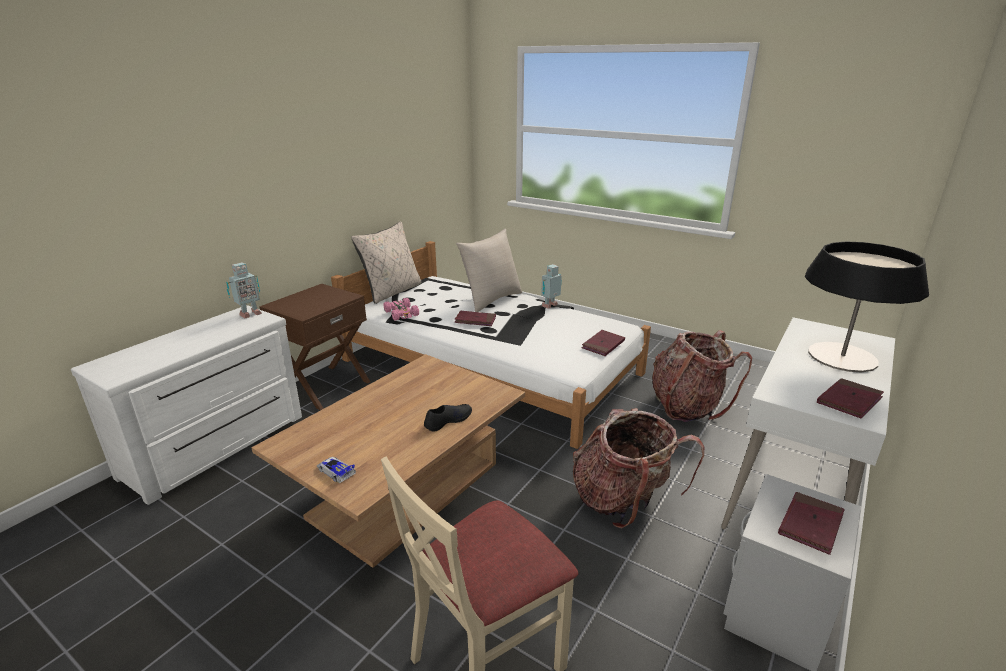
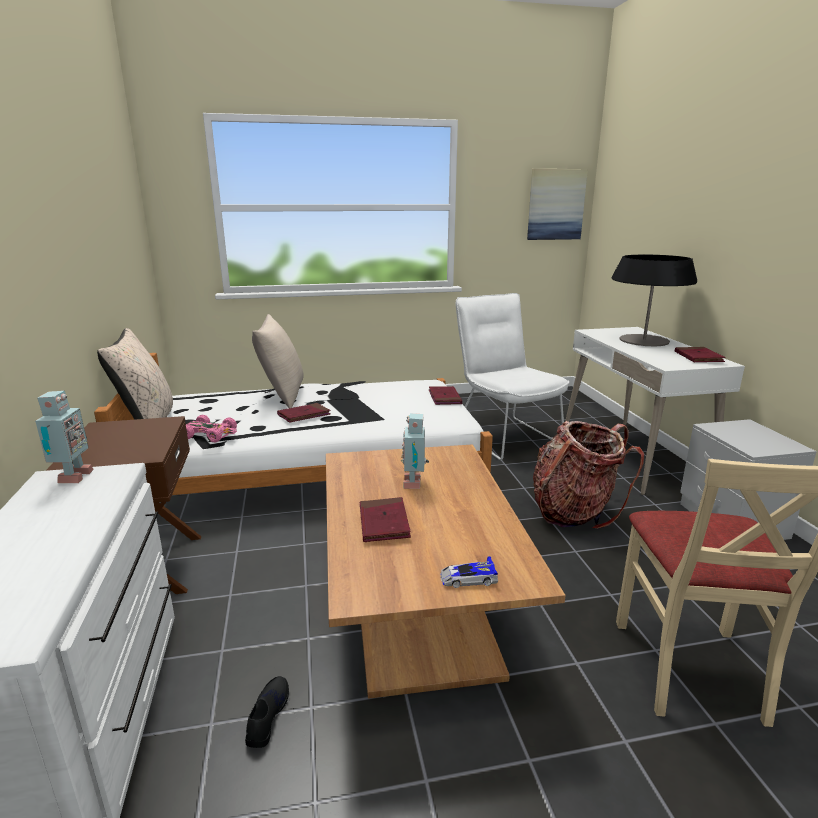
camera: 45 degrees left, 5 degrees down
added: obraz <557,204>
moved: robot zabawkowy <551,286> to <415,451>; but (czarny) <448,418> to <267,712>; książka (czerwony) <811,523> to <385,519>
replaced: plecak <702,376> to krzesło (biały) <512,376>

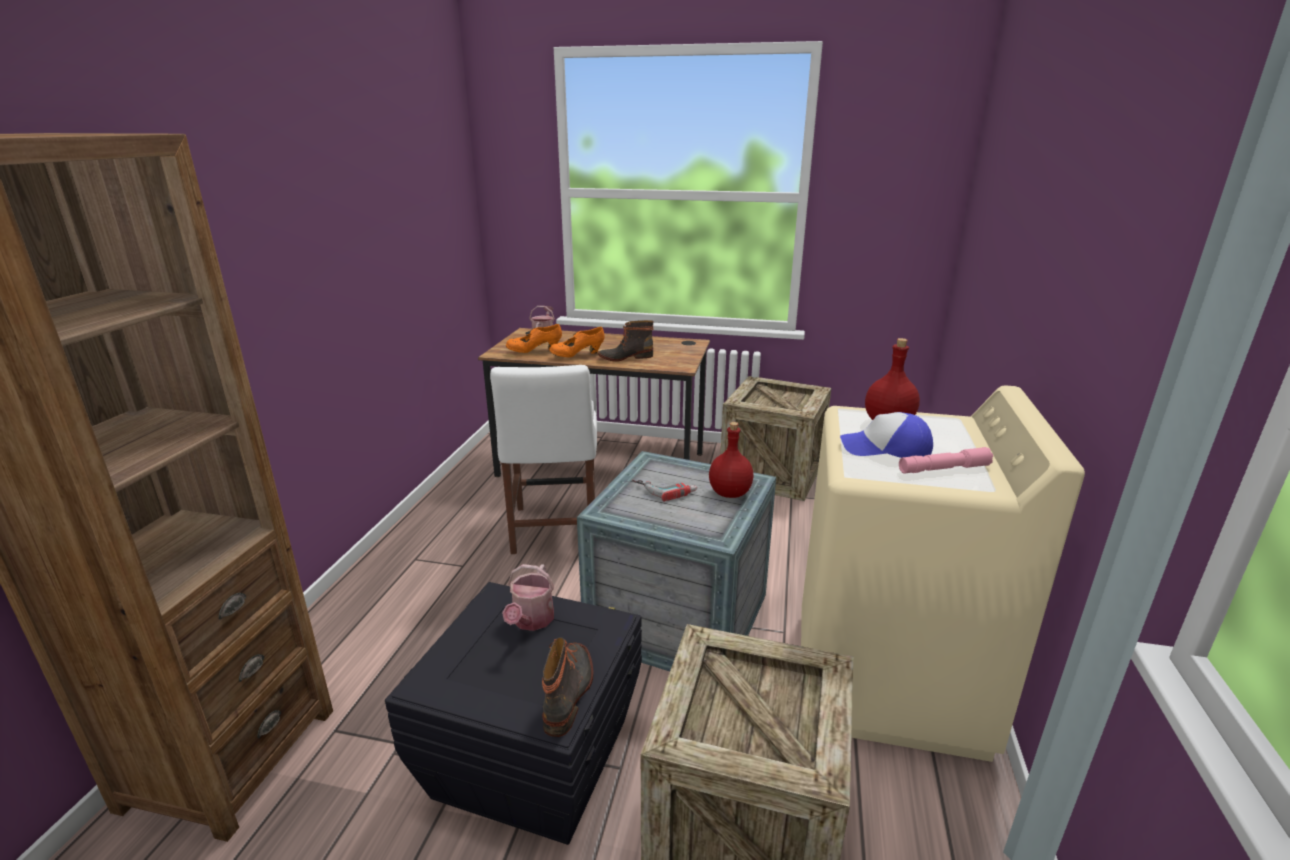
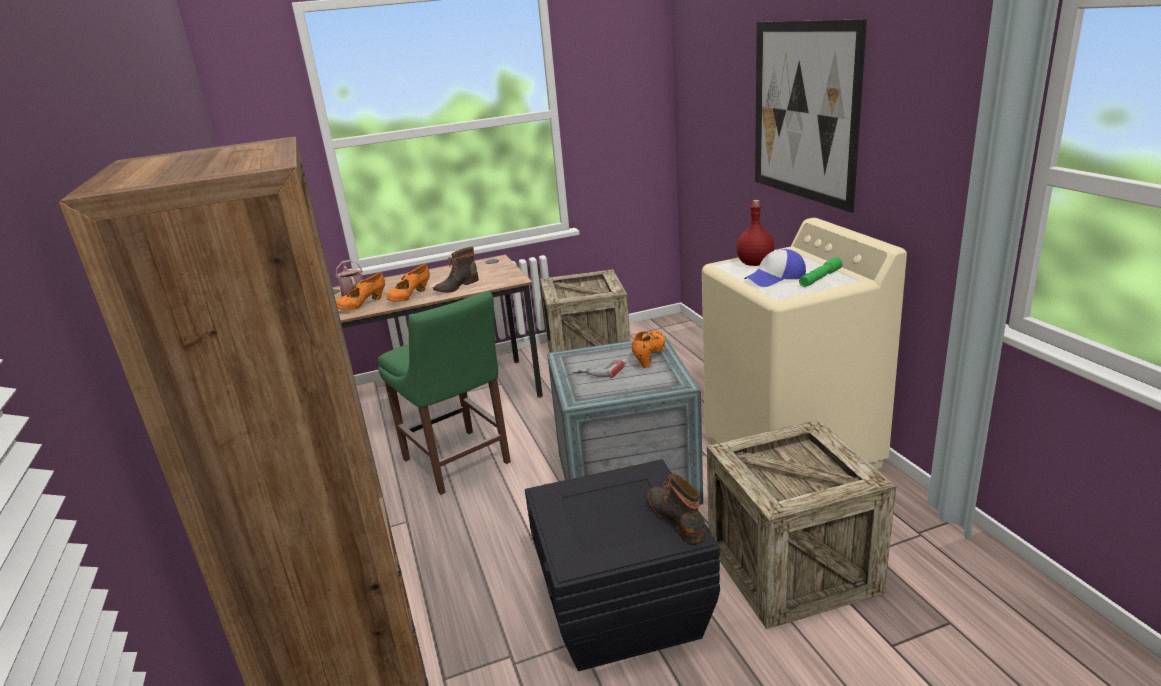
camera: 30 degrees left, 0 degrees up
removed: konewka <528,597>
added: obraz <811,116>
replaced: butelka (czerwony) <731,460> to but (pomarańczowy) <648,349>
recoloured: krzesło (biały) <543,459> to krzesło (zielony) <444,393>; latarka (różowy) <946,460> to latarka (zielony) <821,272>

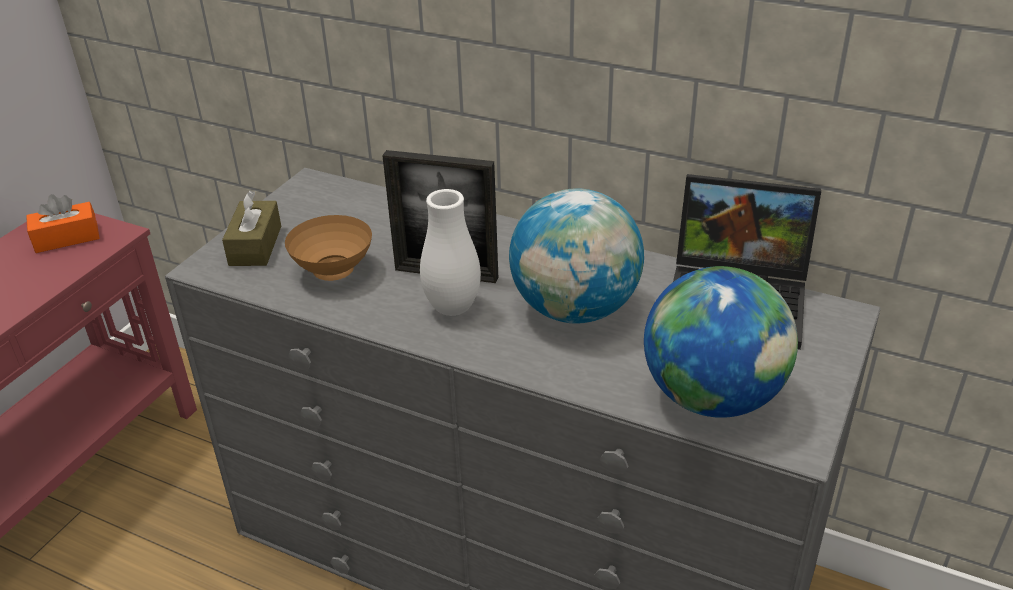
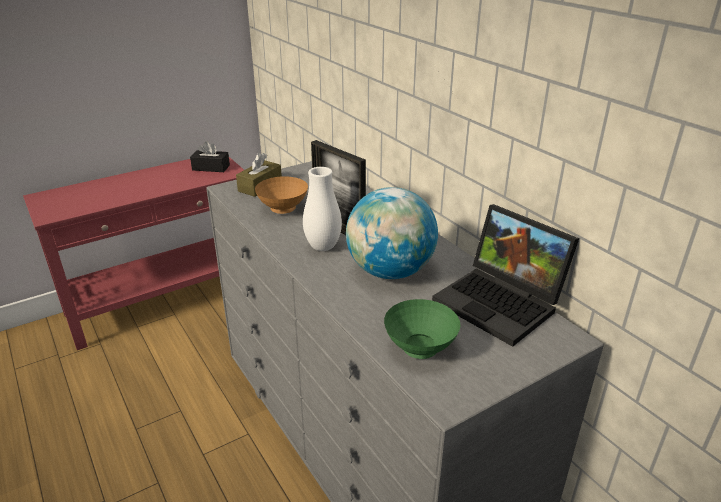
camera: 30 degrees right, 5 degrees down
replaced: globus <721,342> to miska (zielony) <422,329>
recoloured: pudełko chusteczek (pomarańczowy) <62,223> to pudełko chusteczek (czarny) <210,156>

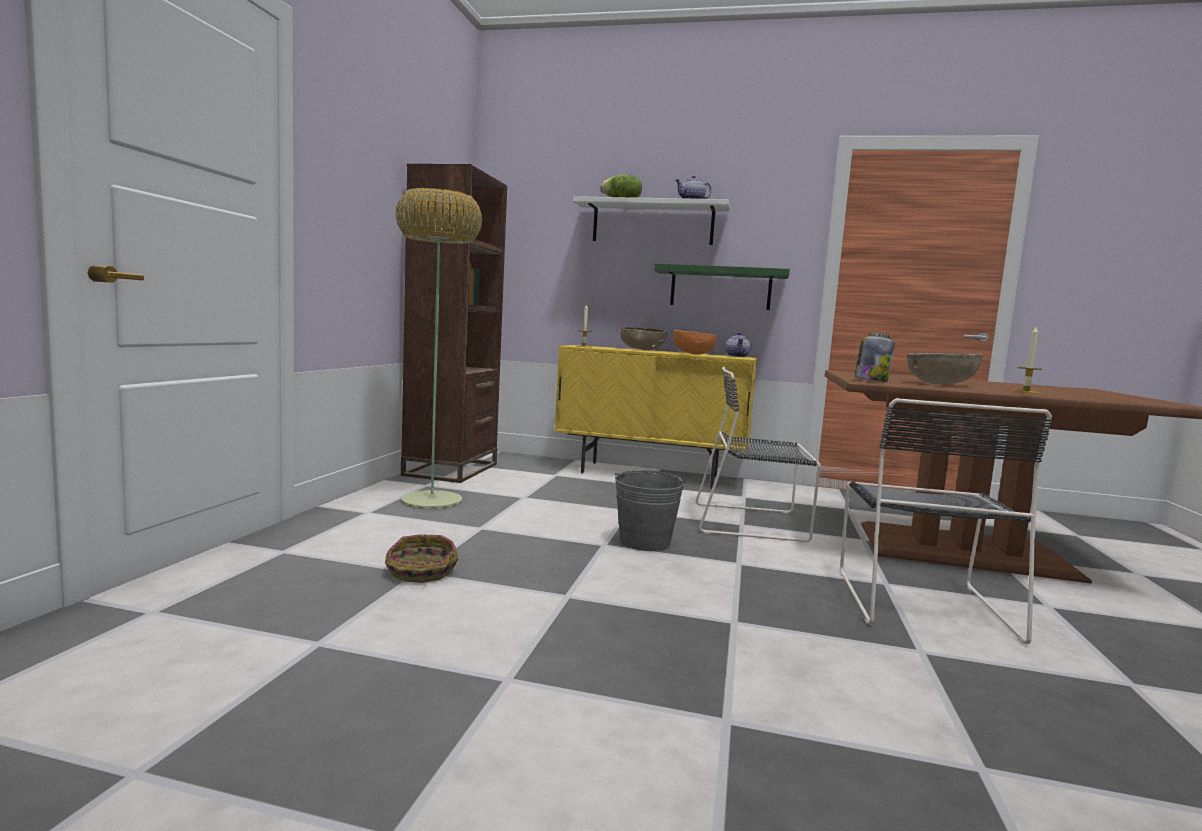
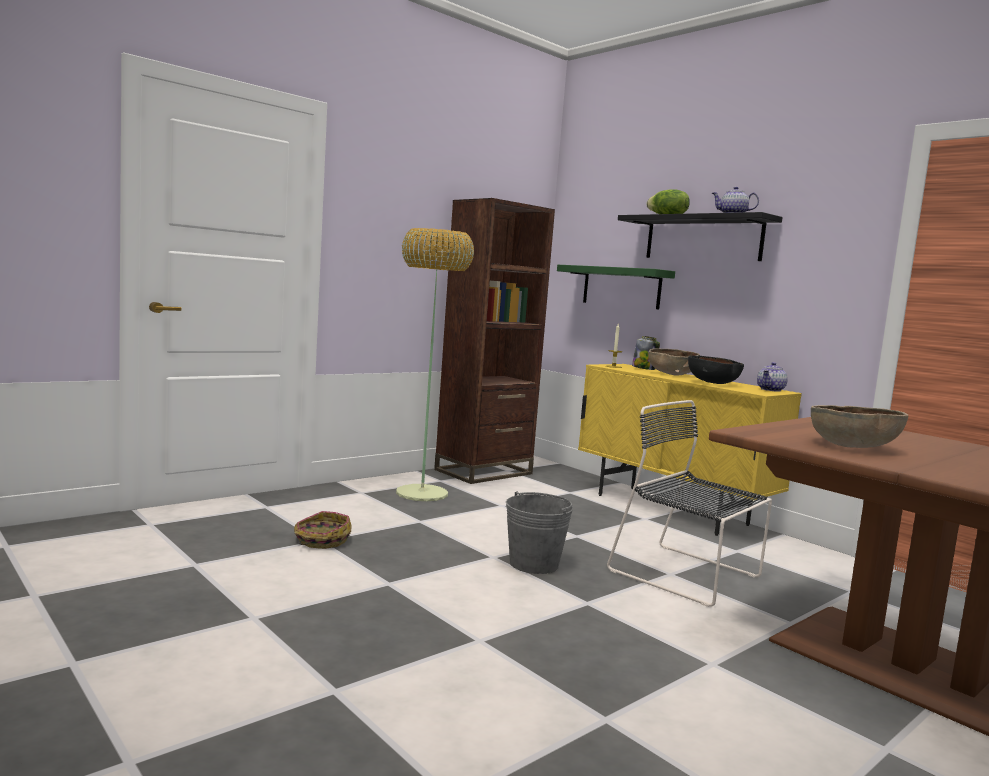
camera: 35 degrees right, 0 degrees up
removed: świeca <1027,359>; krzesło (czarny) <946,521>
moved: półka (zielony) <722,286> to <616,287>; słoik <874,357> to <646,353>
recoloured: półka (biały) <651,220> to półka (czarny) <700,236>; miska (pomarańczowy) <695,342> to miska (czarny) <716,370>

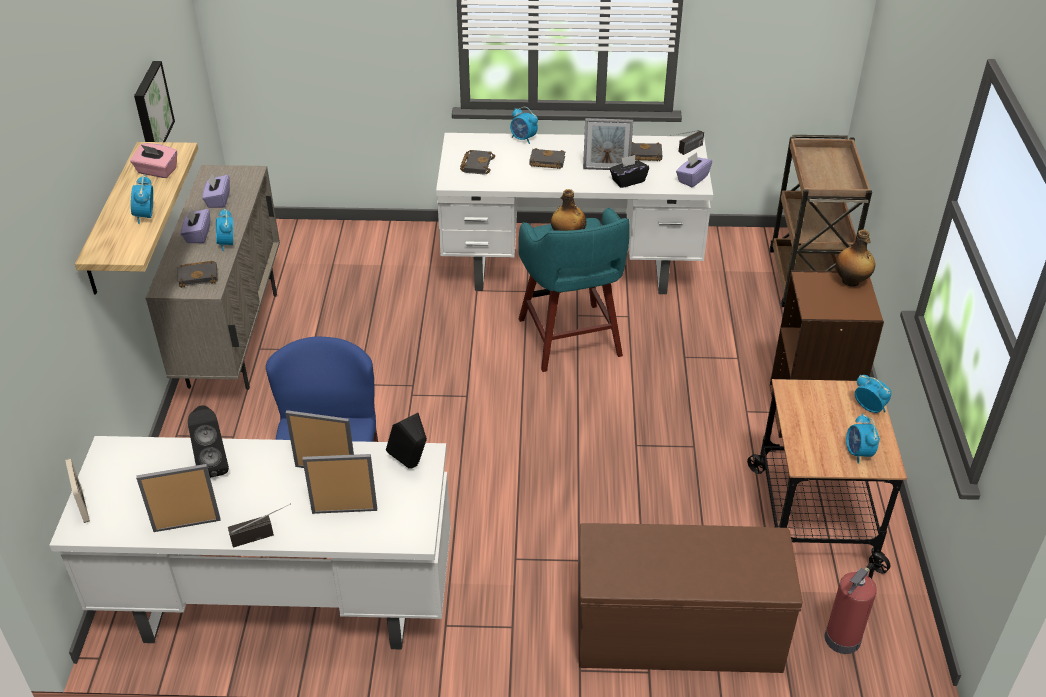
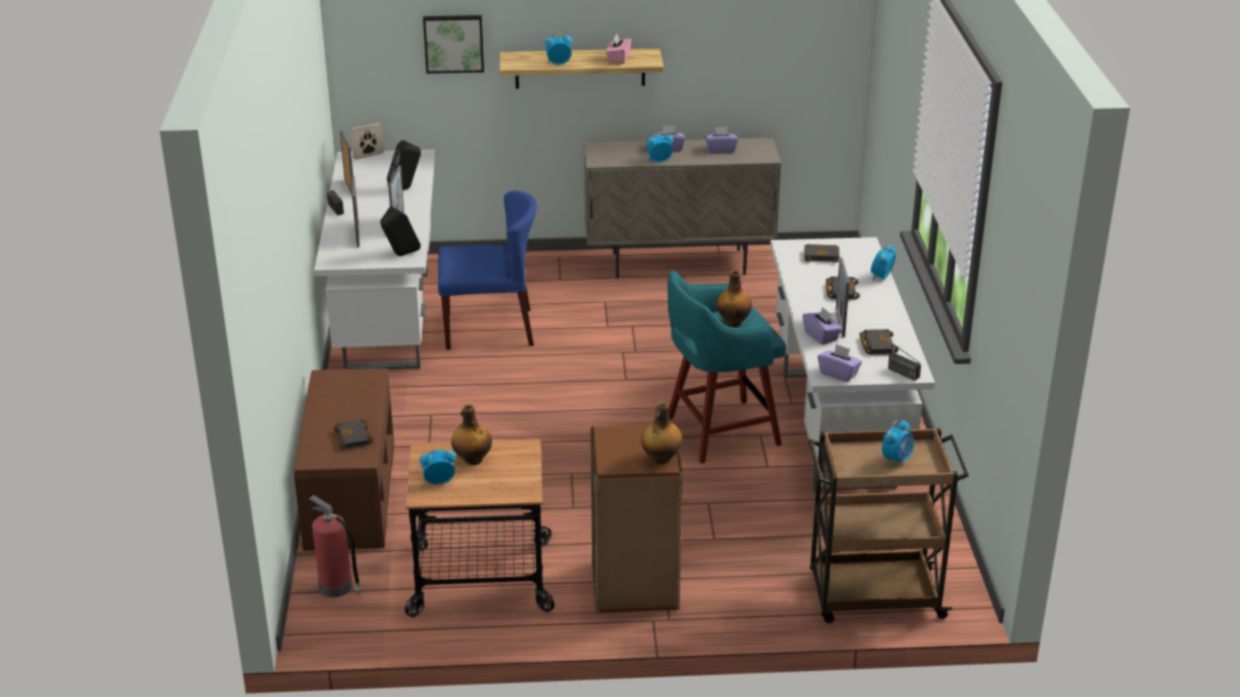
camera: 85 degrees right, 10 degrees down
added: butelka <471,434>
moved: obraz <154,101> to <453,44>; książka (czarny) <197,274> to <353,434>; budzik <873,394> to <898,444>
recoloured: pudełko chusteczek (czarny) <629,171> to pudełko chusteczek (fioletowy) <822,326>

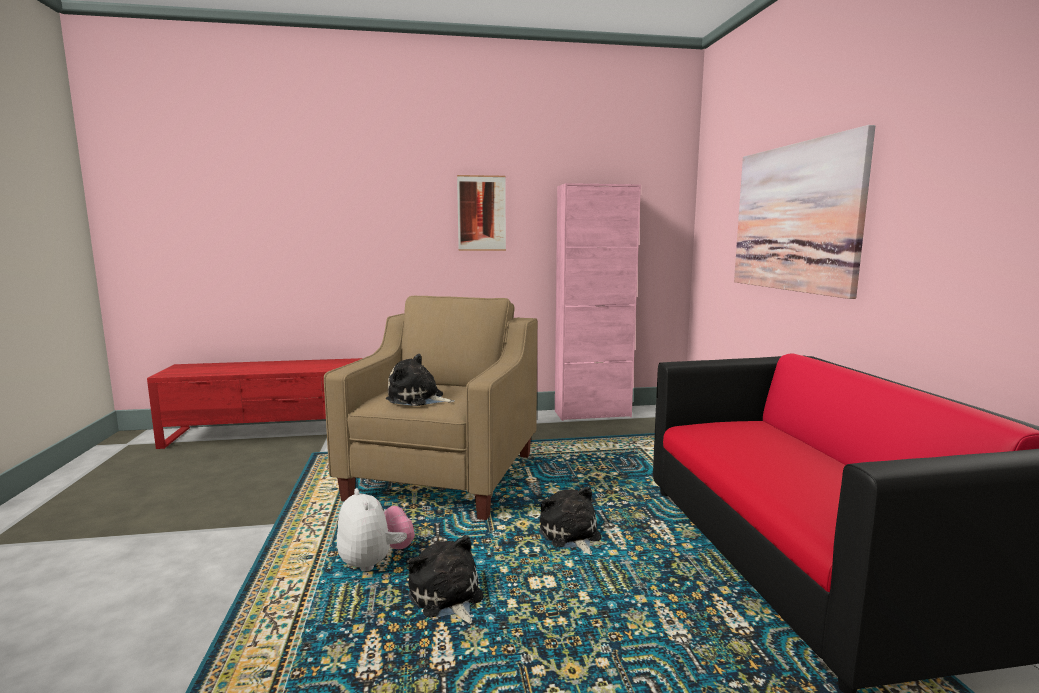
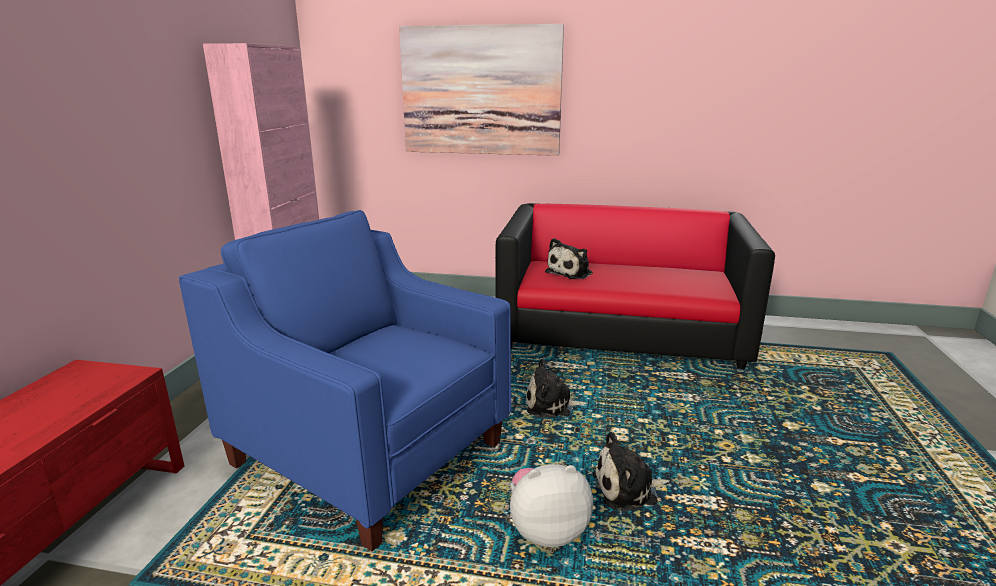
camera: 70 degrees left, 10 degrees up
removed: obraz <481,213>
moved: pluszak <420,380> to <569,258>
recoloured: fotel (beżowy) <431,408> to fotel (niebieski) <345,380>

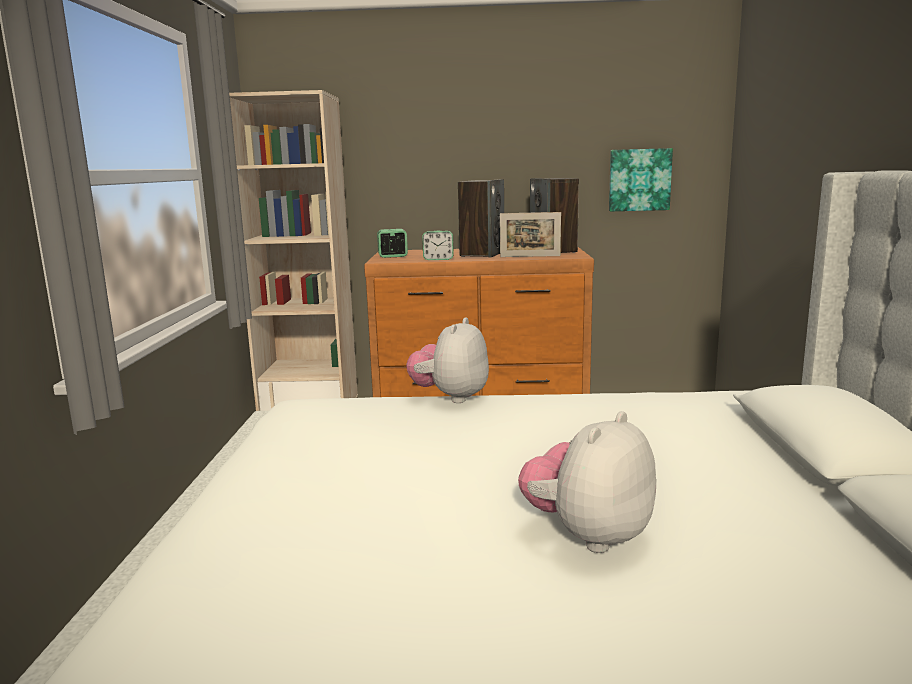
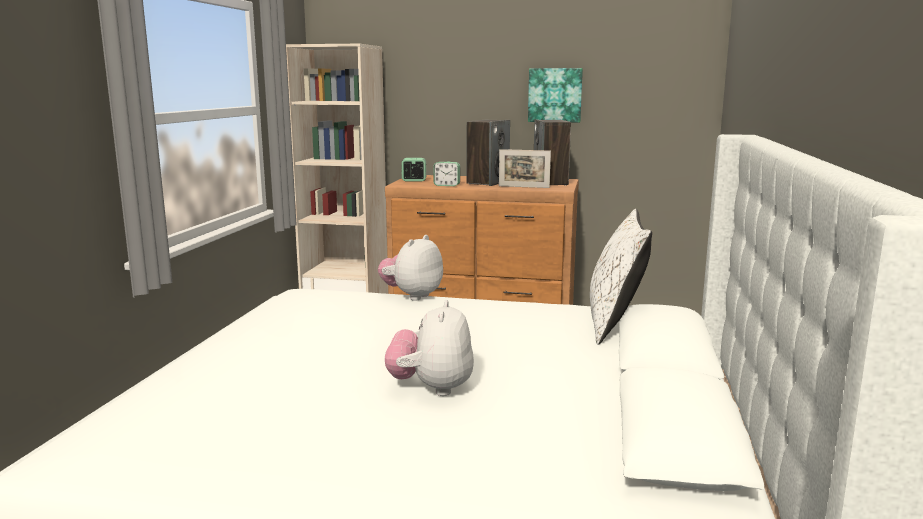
camera: 10 degrees right, 0 degrees up
added: poduszka (biały) <621,277>
moved: obraz <641,179> to <555,95>
turned: pluszak <587,482> = <429,348> 45 degrees counterclockwise

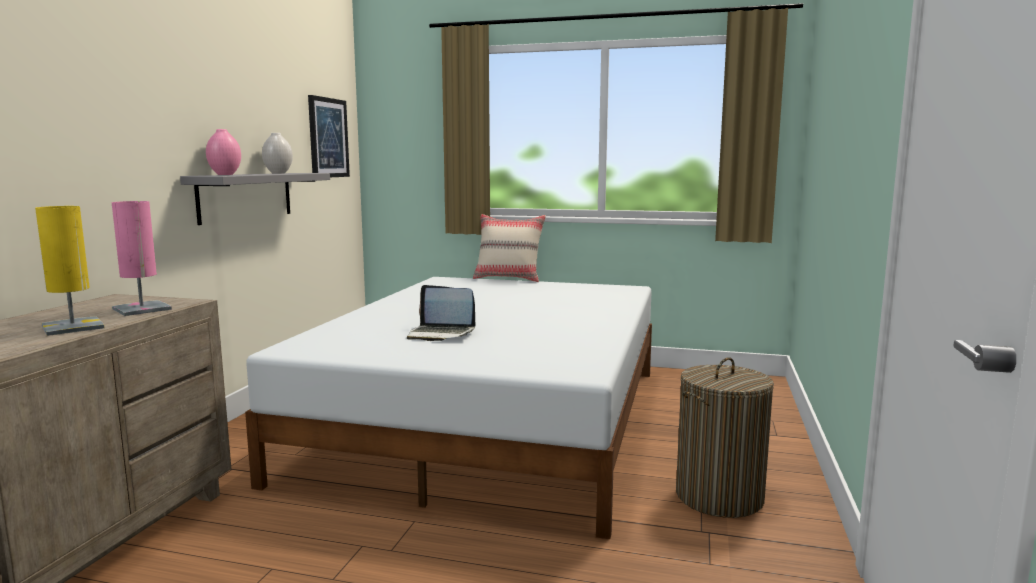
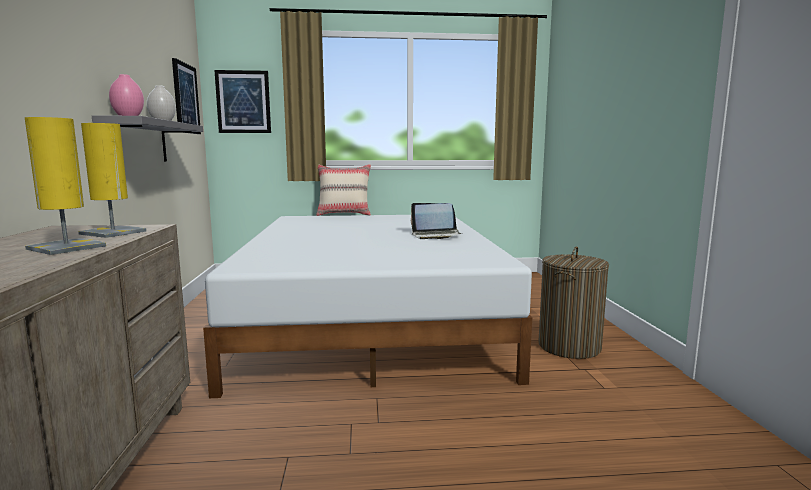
camera: 20 degrees left, 0 degrees up
added: obraz <242,101>
moved: laptop <441,313> to <436,221>
recoloured: lampa stołowa (różowy) <142,258> to lampa stołowa (żółty) <112,180>

